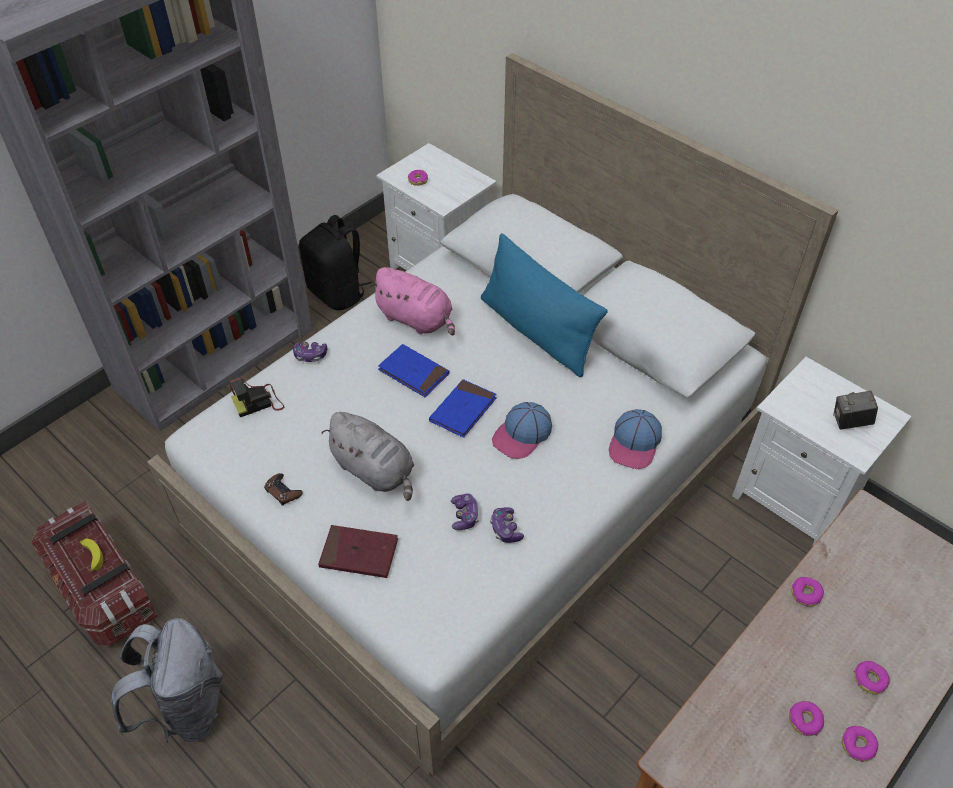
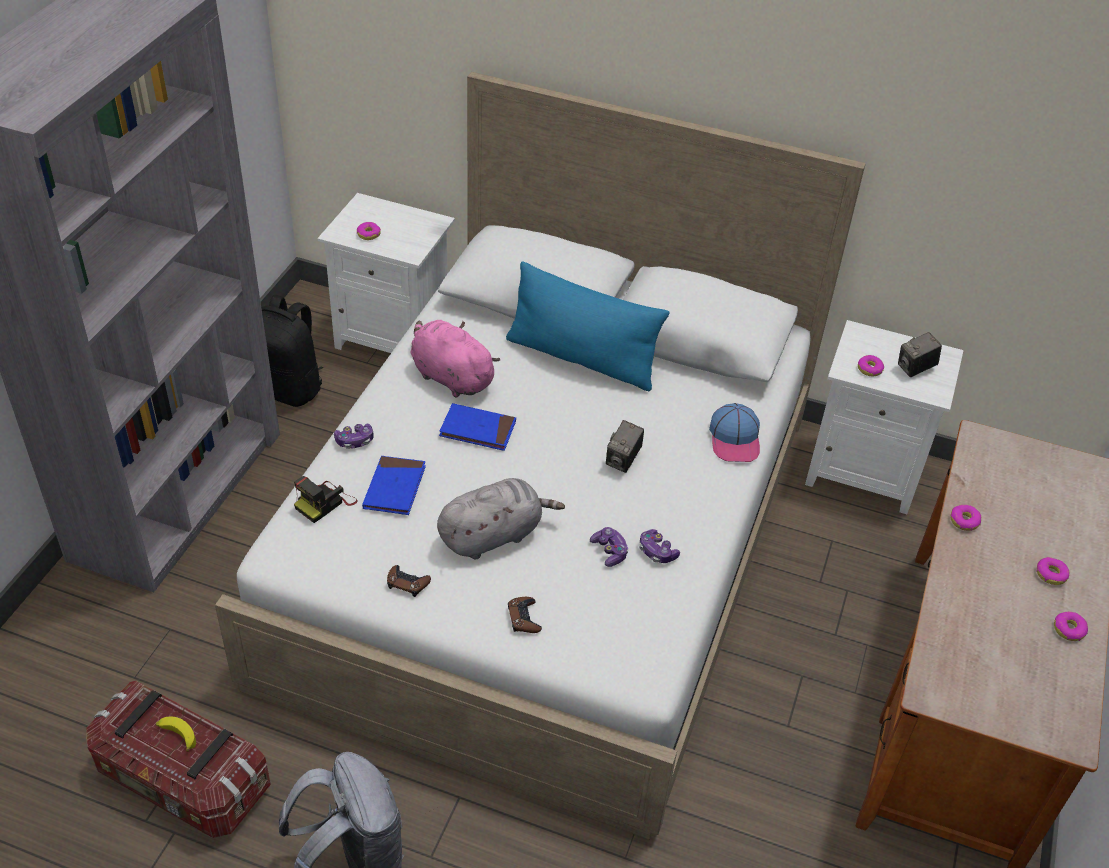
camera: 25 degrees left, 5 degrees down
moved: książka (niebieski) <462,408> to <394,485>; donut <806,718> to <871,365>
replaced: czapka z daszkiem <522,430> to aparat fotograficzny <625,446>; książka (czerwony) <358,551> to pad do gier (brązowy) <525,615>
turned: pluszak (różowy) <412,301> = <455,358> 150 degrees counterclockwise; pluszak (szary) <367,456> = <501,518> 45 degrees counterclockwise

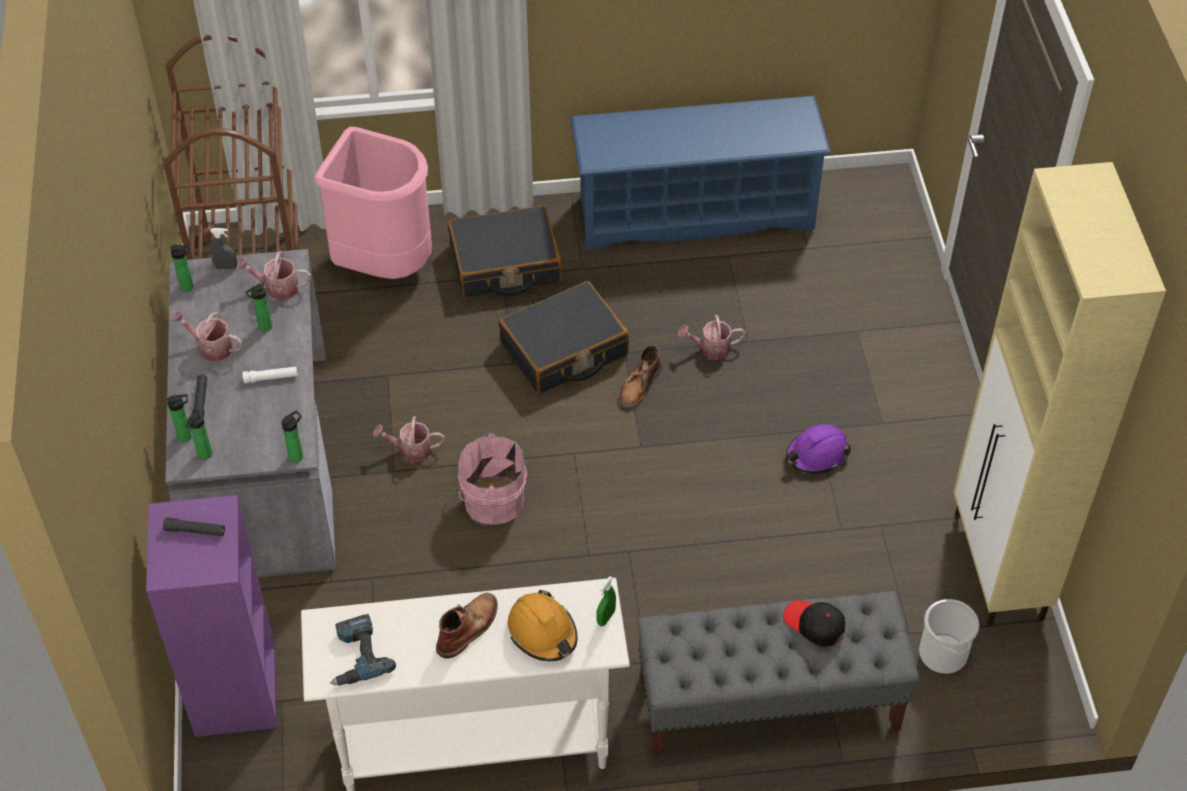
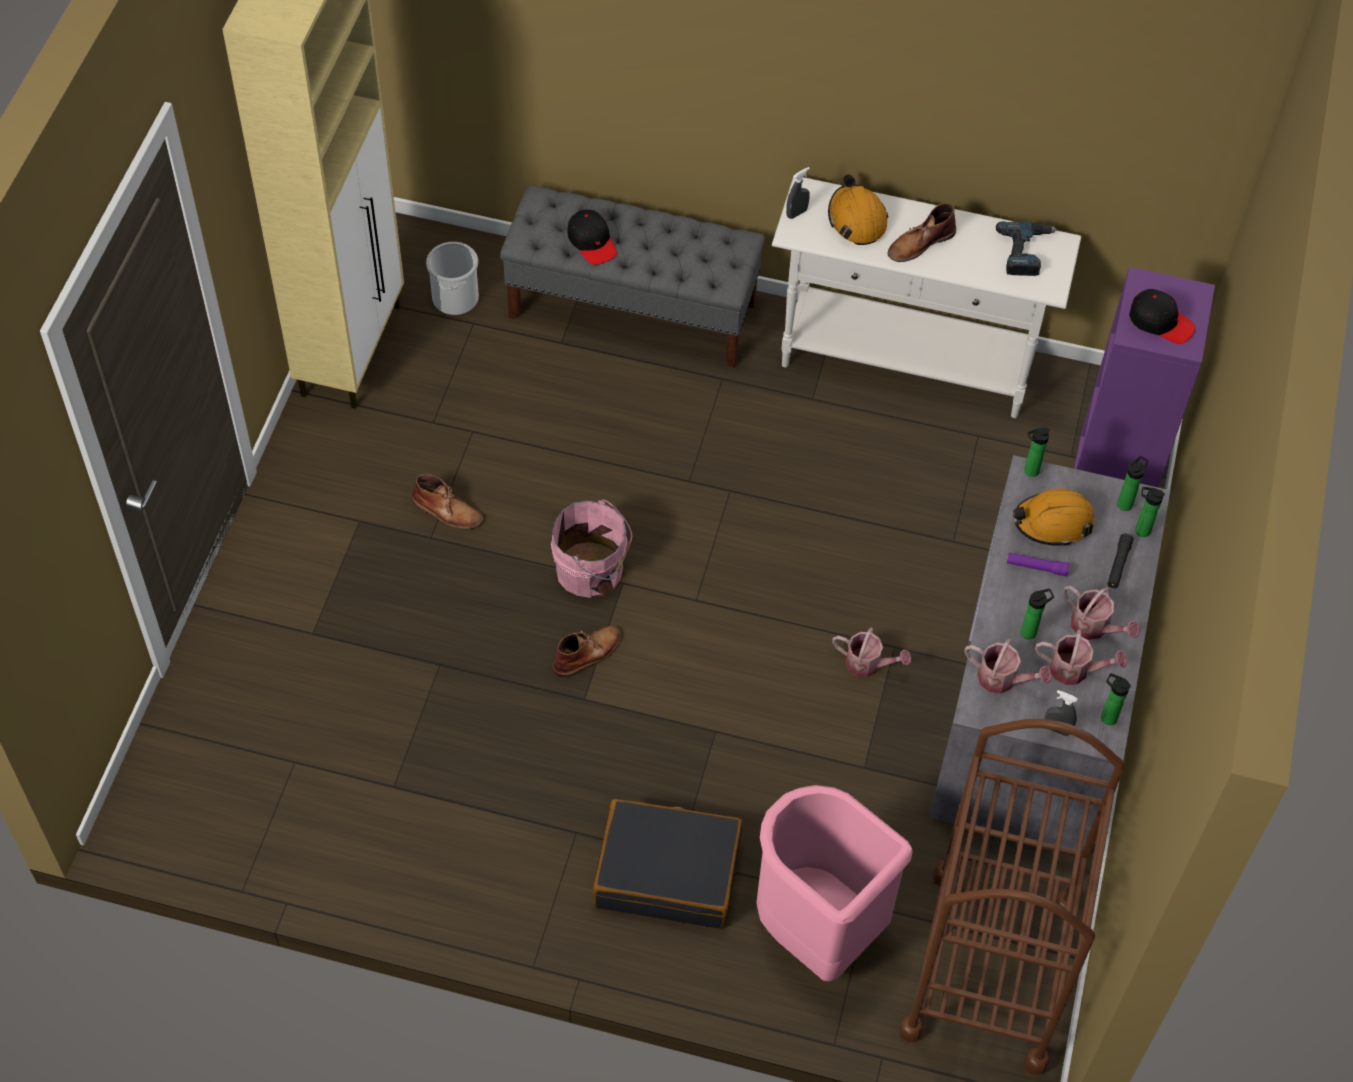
camera: 160 degrees left, 5 degrees up
removed: regał na buty (niebieski) <700,173>; walizka (czarny) <563,337>
added: kask (pomarańczowy) <1053,517>
moved: konewka <711,337> to <1081,657>; wiadro (różowy) <492,479> to <591,548>
replaced: kask (fioletowy) <818,449> to but z cholewką (brązowy) <448,502>; latarka (czarny) <194,526> to czapka z daszkiem (czarny) <1162,316>
recoloured: latarka (biały) <270,375> to latarka (fioletowy) <1038,564>; spryskiwacz (zielony) <606,601> to spryskiwacz (szary) <798,193>

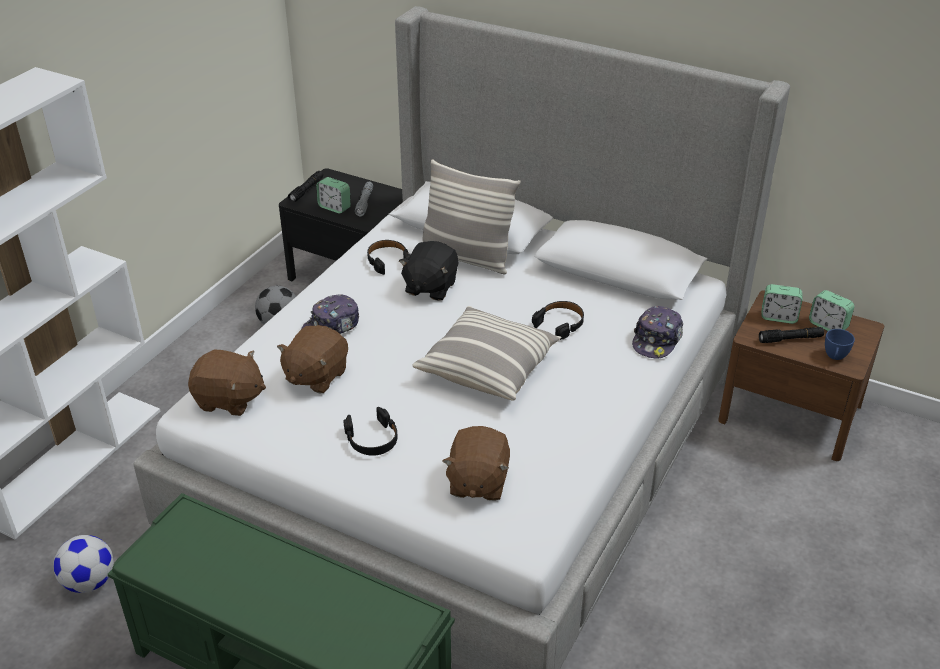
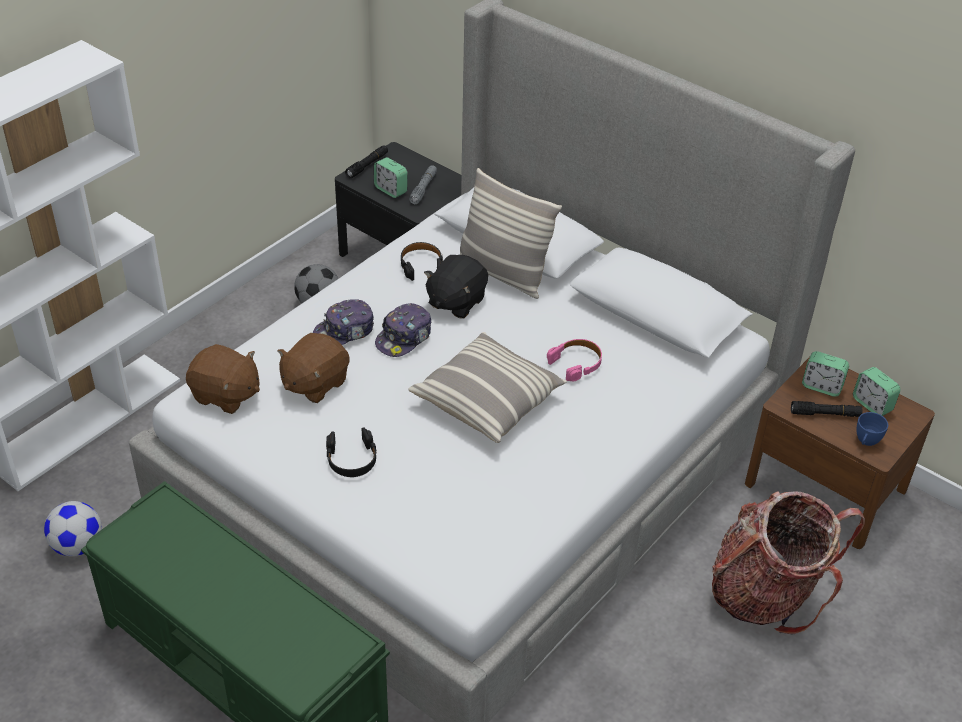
camera: 10 degrees right, 5 degrees up
removed: pluszak (brązowy) <476,463>
added: plecak <788,563>
moved: czapka z daszkiem <657,332> to <403,330>
recoloured: słuchawki (czarny) <558,320> to słuchawki (różowy) <574,360>

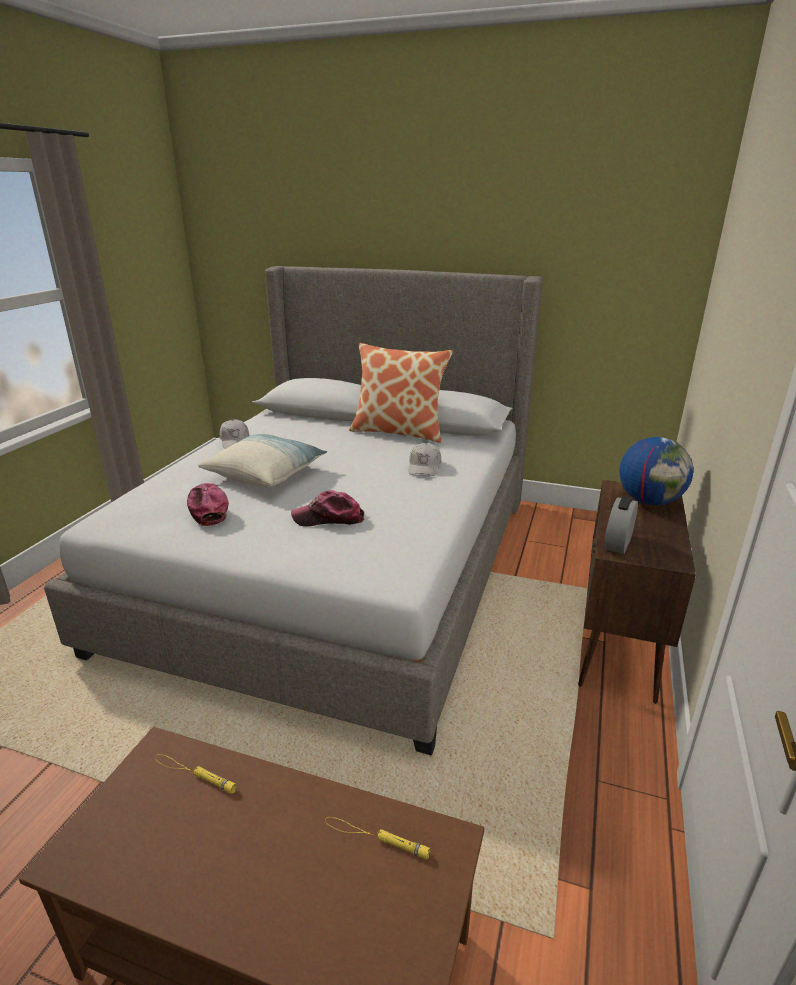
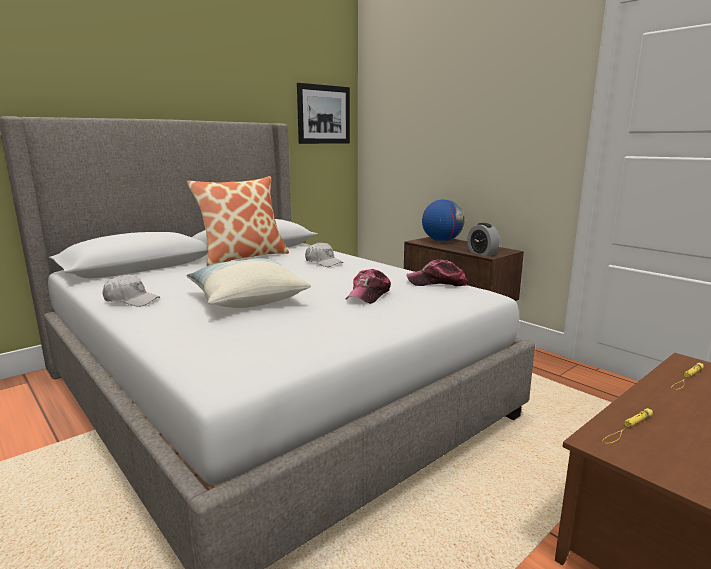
camera: 60 degrees left, 10 degrees down
added: obraz <323,113>
moved: czapka z daszkiem <208,504> to <437,273>

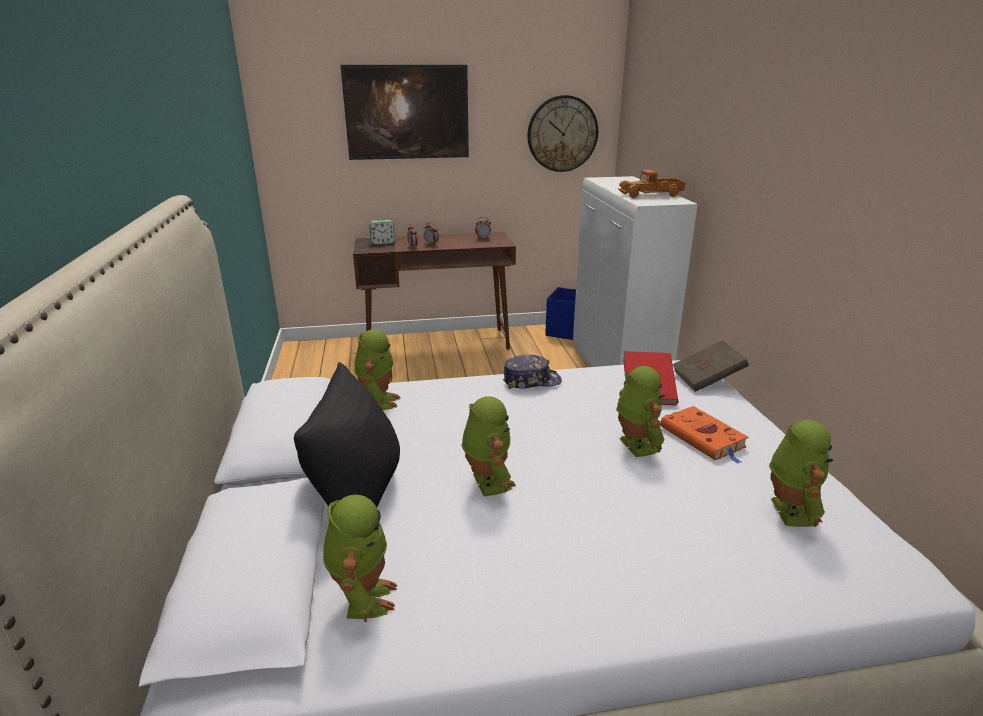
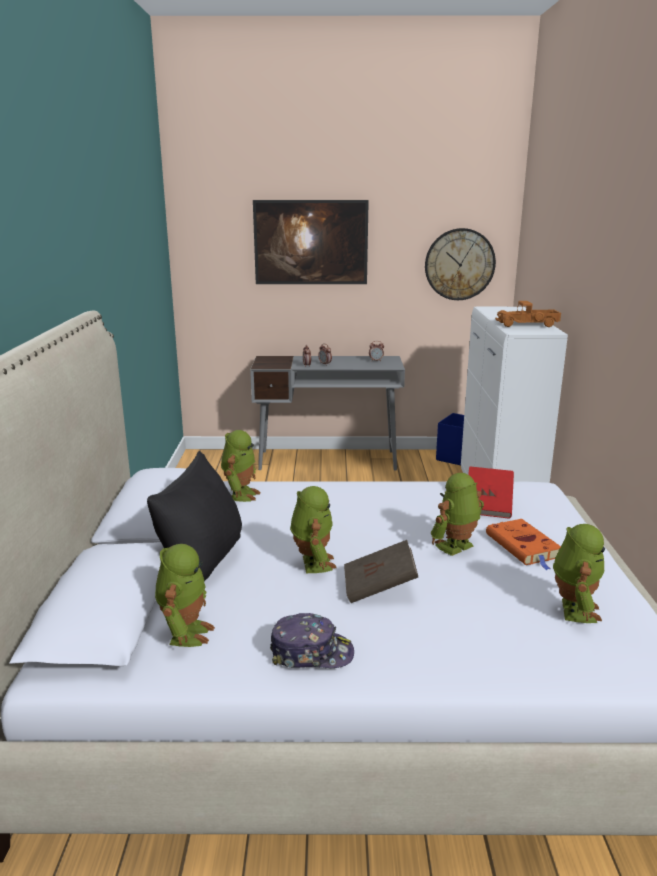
camera: 10 degrees right, 5 degrees down
removed: budzik <382,232>
moved: książka (brązowy) <710,366> to <381,571>; czapka z daszkiem <532,371> to <312,640>
recoloured: biurko (brązowy) <434,291> to biurko (szary) <327,413>
turned: robot zabawkowy <640,411> = <457,514> 120 degrees counterclockwise

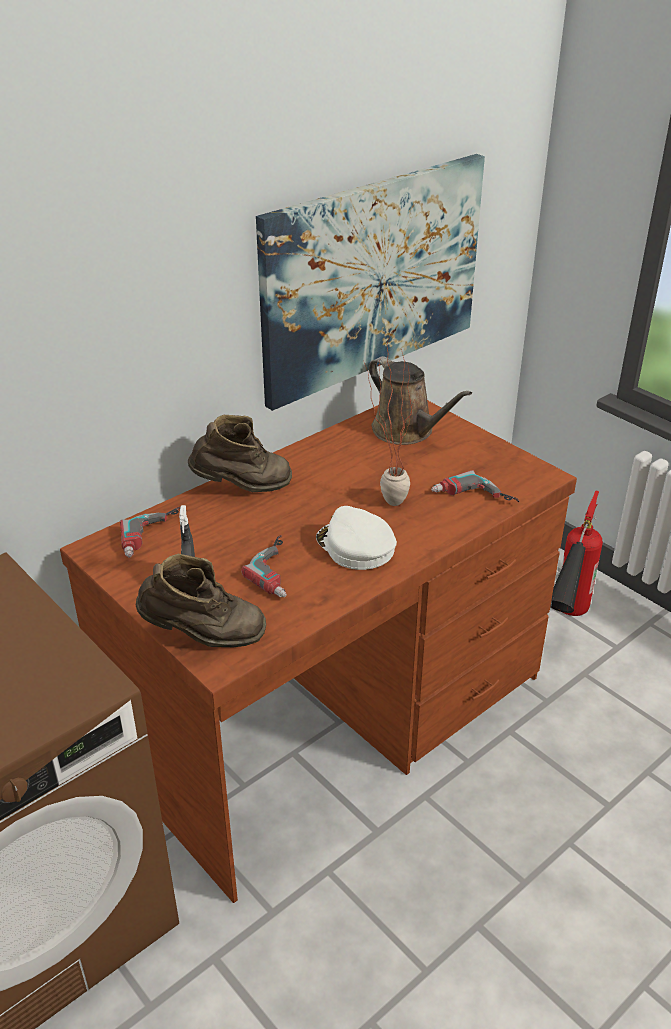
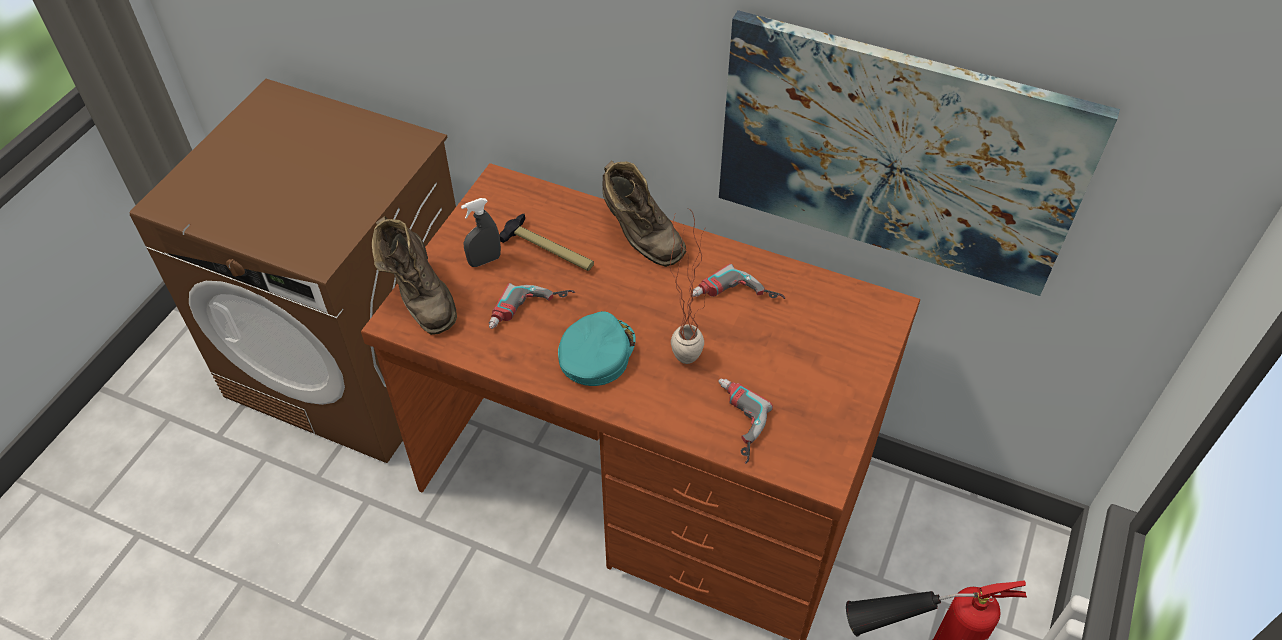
camera: 65 degrees right, 15 degrees up
removed: konewka (brązowy) <420,400>
added: młotek <546,242>
moved: wiertarka <150,532> to <739,281>
recoloured: czapka z daszkiem (biały) <356,538> to czapka z daszkiem (turkusowy) <597,348>

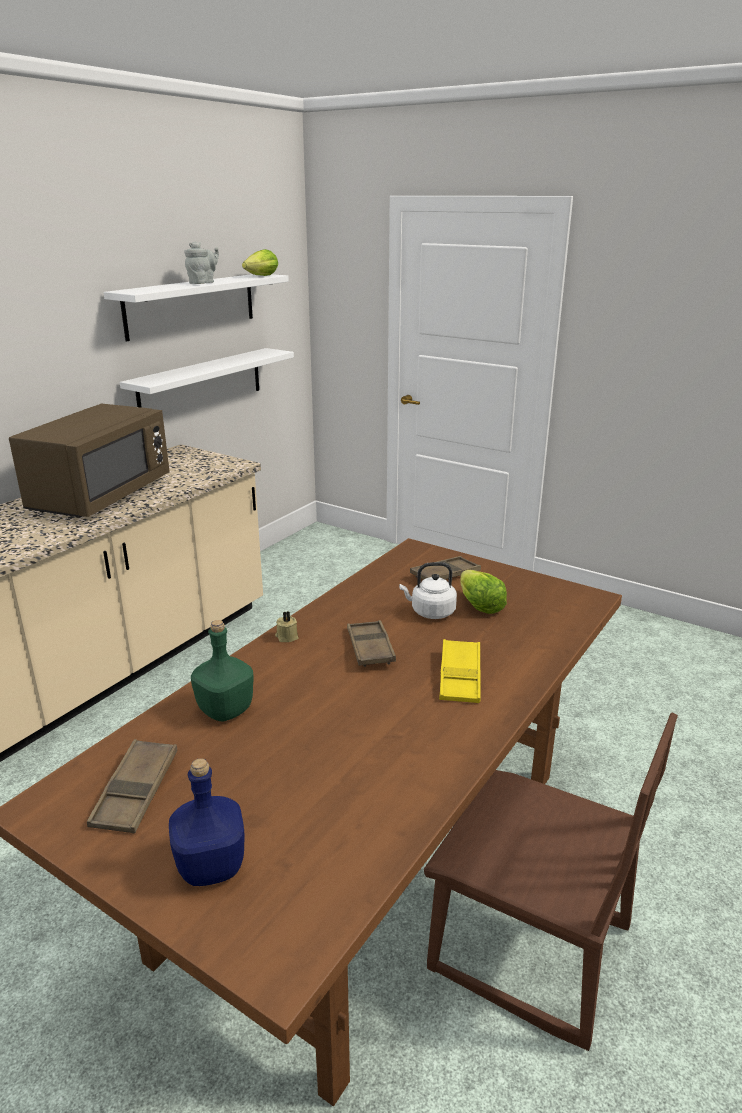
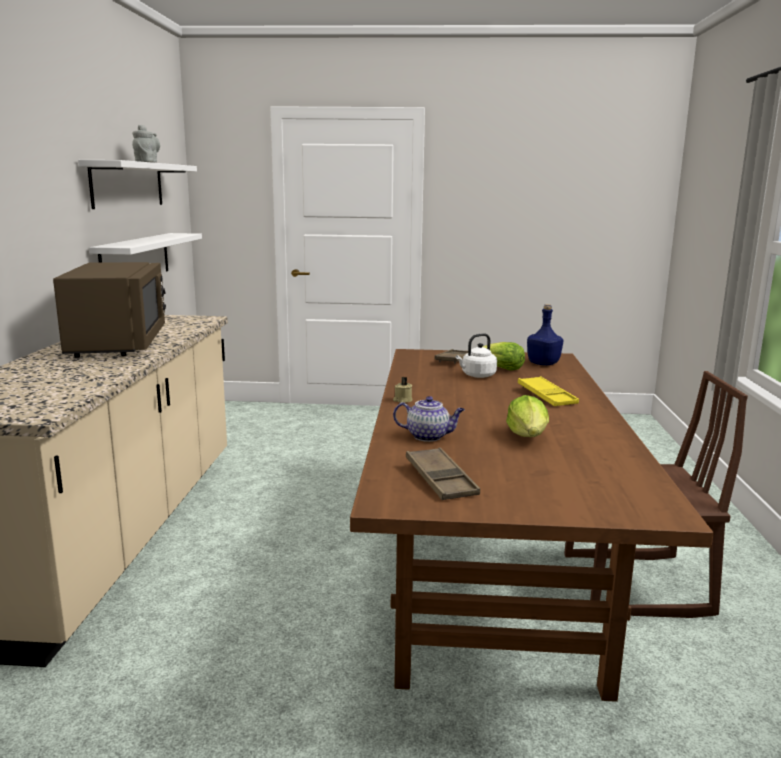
camera: 30 degrees left, 10 degrees down
removed: taca (brązowy) <371,643>
moved: sałata <260,262> to <527,416>; butelka (niebieski) <207,822> to <545,334>
replaced: butelka (zielony) <222,671> to imbryk <429,419>

